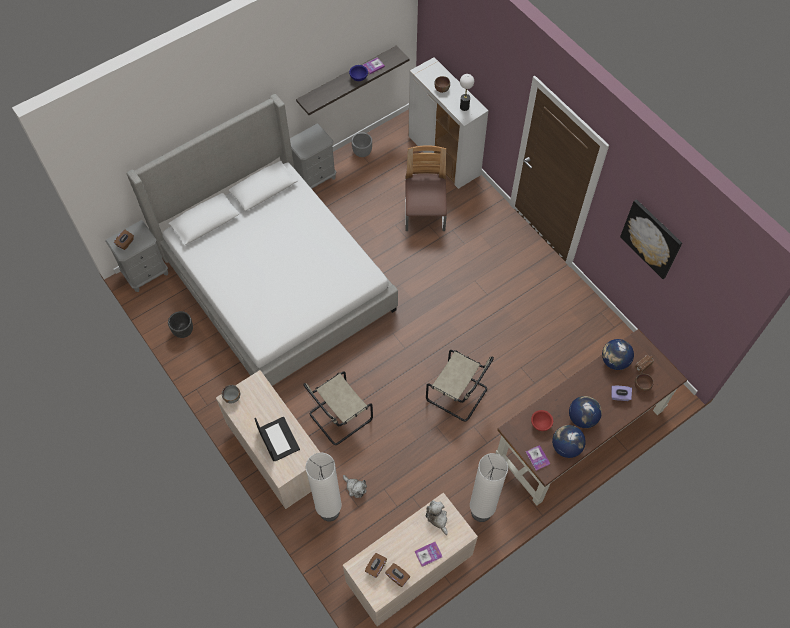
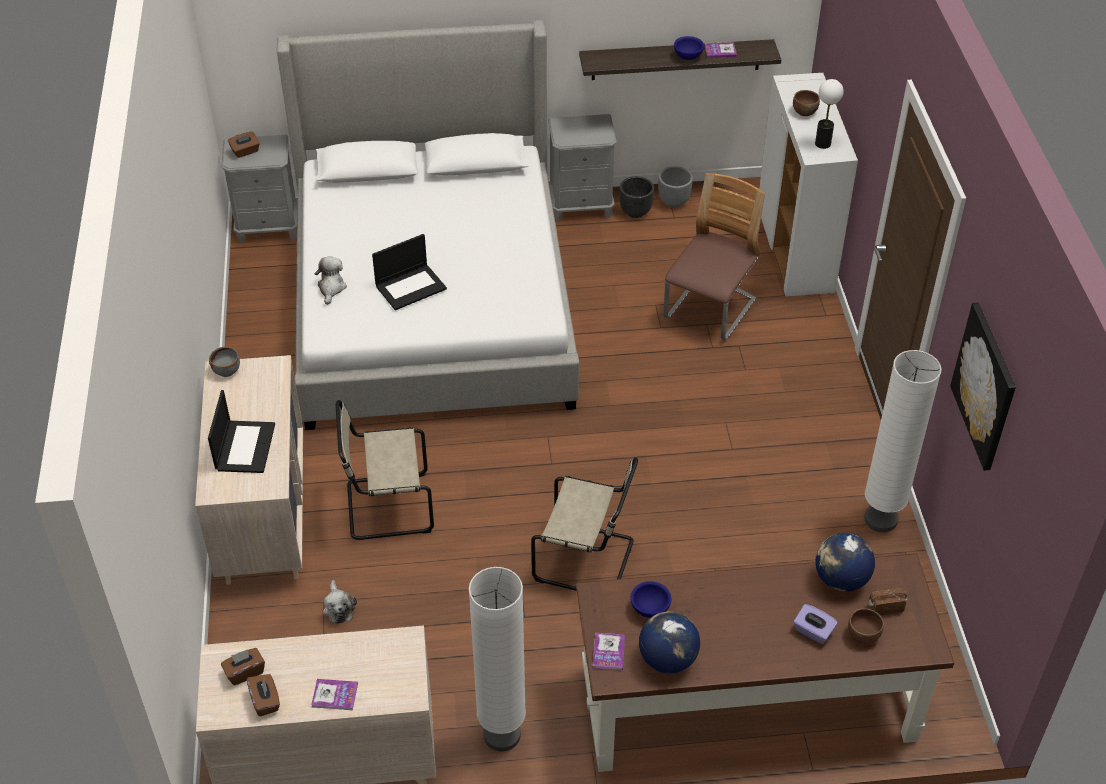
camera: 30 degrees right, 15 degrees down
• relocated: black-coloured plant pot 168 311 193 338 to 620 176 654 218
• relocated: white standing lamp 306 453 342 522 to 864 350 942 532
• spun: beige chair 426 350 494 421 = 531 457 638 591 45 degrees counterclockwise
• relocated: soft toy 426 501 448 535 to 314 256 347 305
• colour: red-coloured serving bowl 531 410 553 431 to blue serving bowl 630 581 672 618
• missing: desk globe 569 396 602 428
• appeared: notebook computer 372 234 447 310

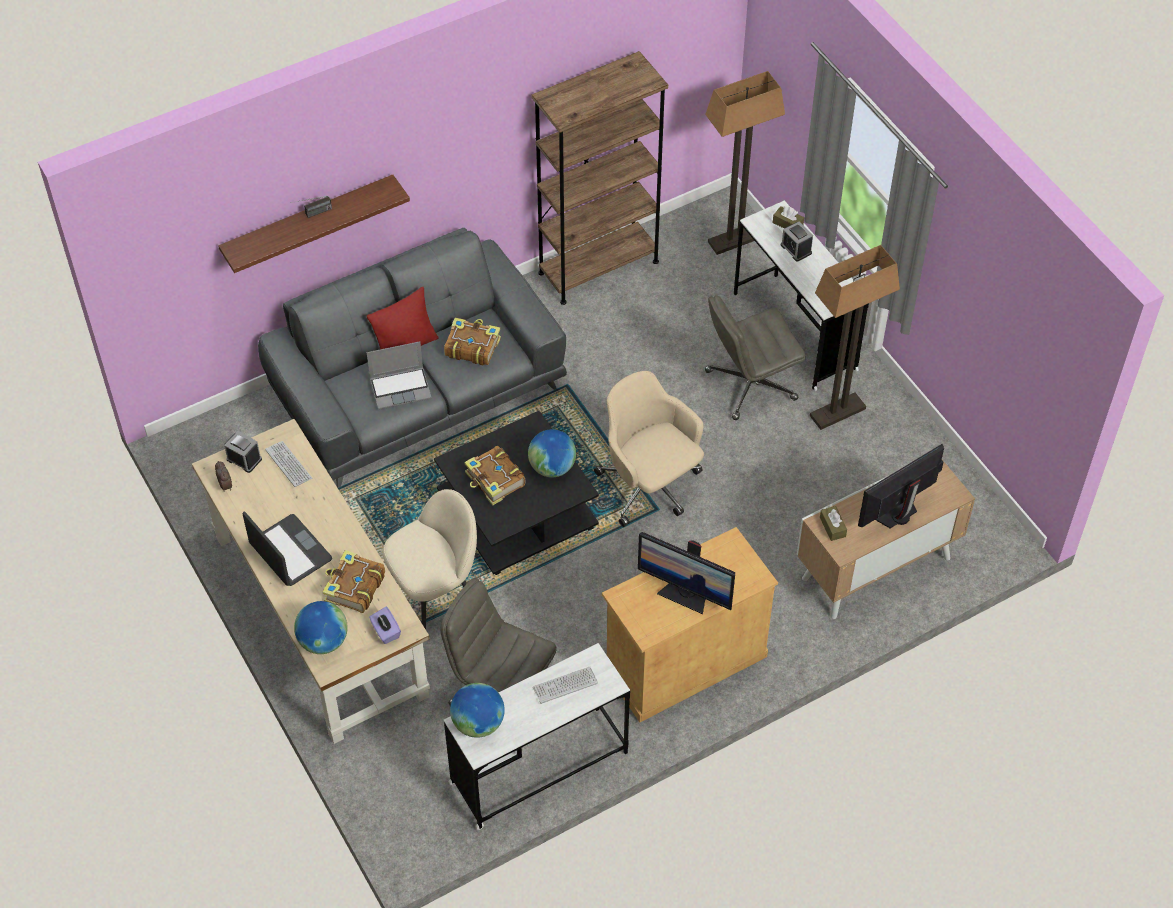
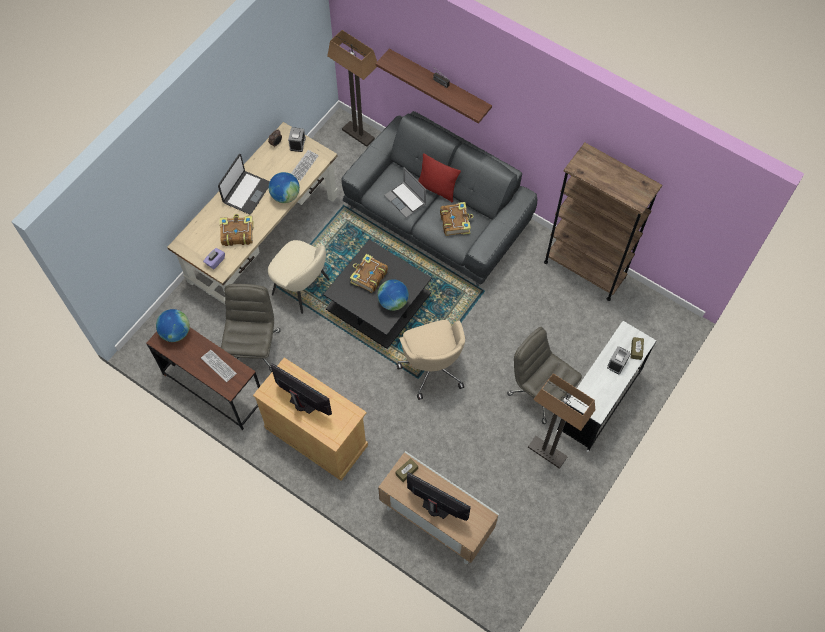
camera: 65 degrees right, 10 degrees up
• relocated: desk globe 294 601 348 654 to 269 172 300 203
• colour: white desk 444 643 630 830 to brown-coloured desk 146 327 260 430
• spun: beige computer chair 594 371 704 527 = 396 320 465 400 135 degrees clockwise
• spun: computer display 638 532 735 614 = 271 363 332 415 120 degrees clockwise
• relocated: standing lamp 705 71 785 255 to 327 30 377 147

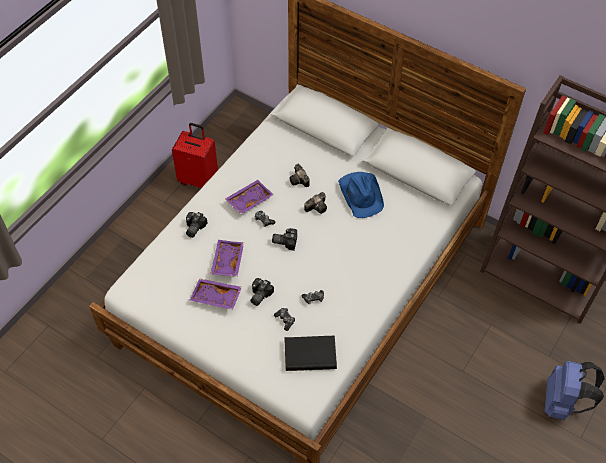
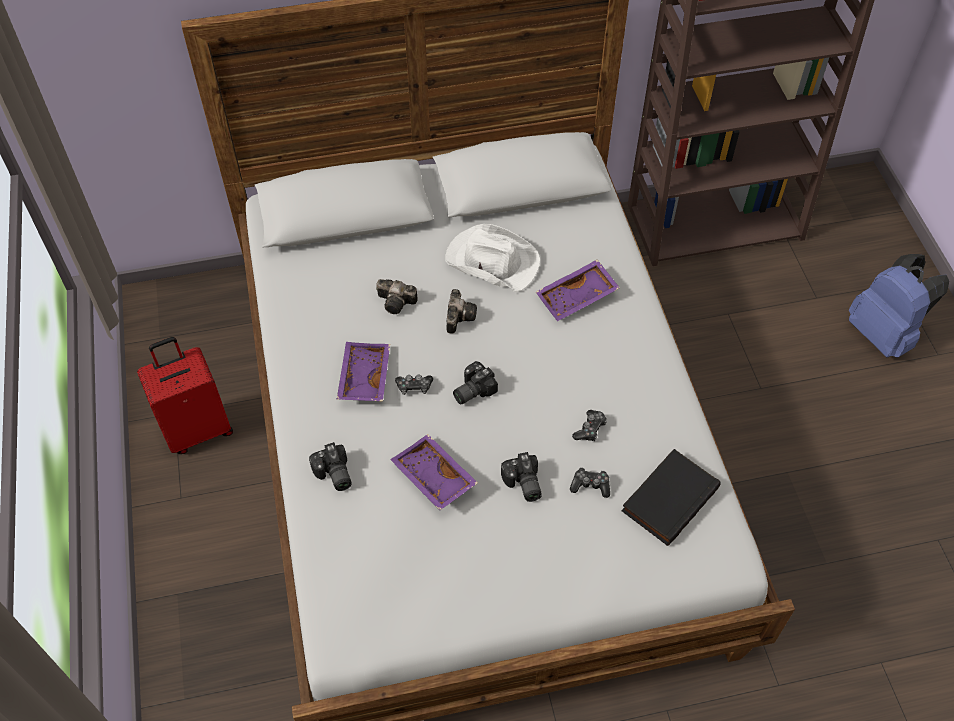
camera: 45 degrees left, 0 degrees up
• relocated: purplish serving tray 190 278 242 309 to 536 260 620 321
• colour: blue hat 338 172 384 218 to white hat 445 224 540 292

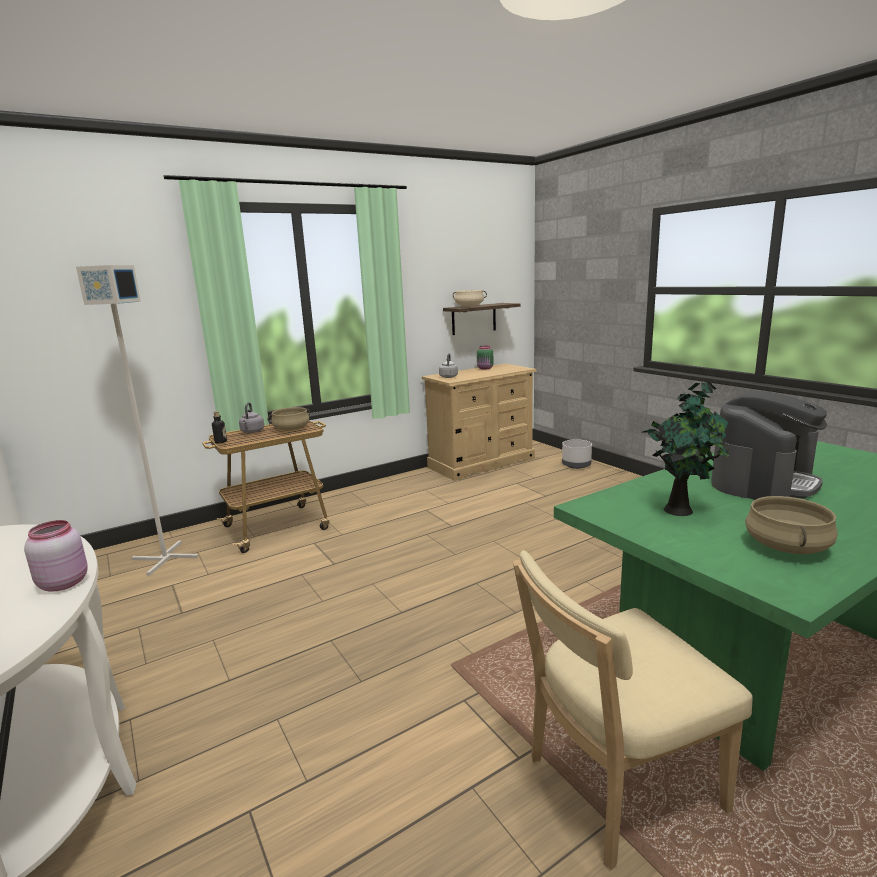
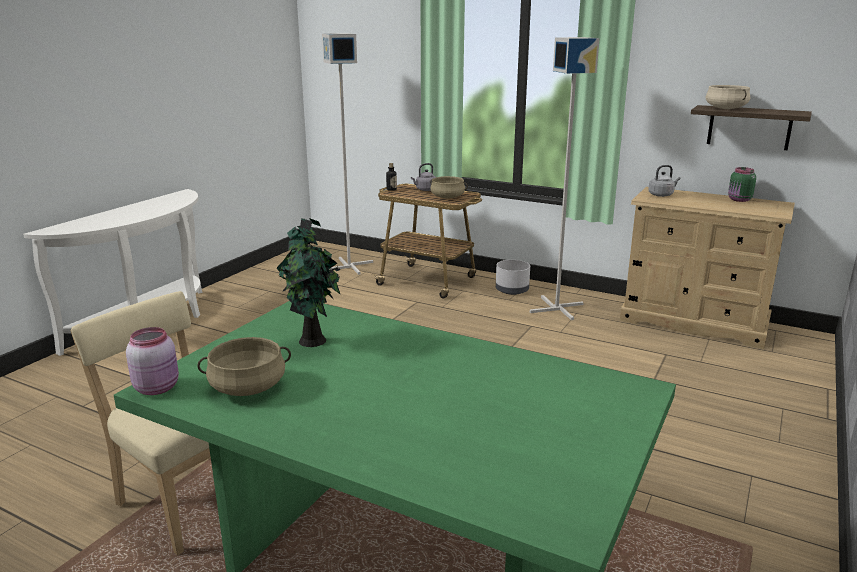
camera: 60 degrees right, 5 degrees up
• relocated: pink-coloured jar 24 520 87 591 to 126 327 179 395
• relocated: gray plant pot 562 439 592 469 to 496 260 530 295
• missing: coffee machine 711 391 827 500
• appeared: gray standing lamp 530 37 600 320

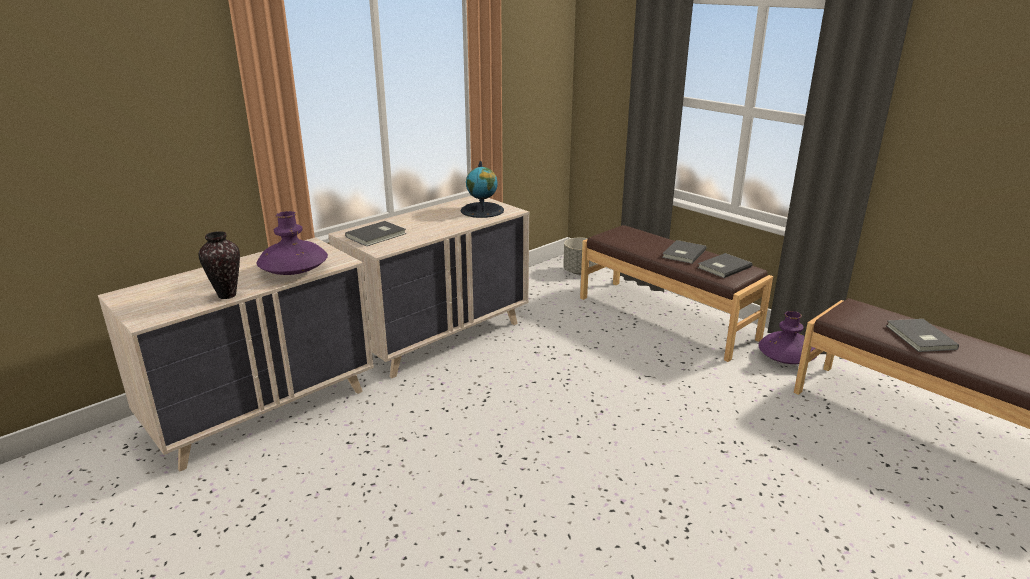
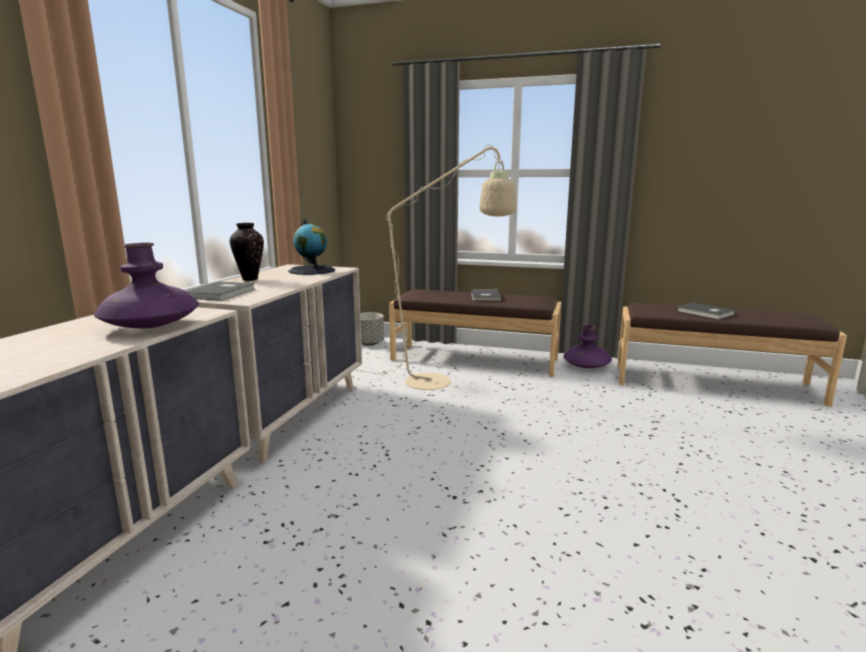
camera: 30 degrees left, 10 degrees down
• relocated: vase 199 231 240 299 to 230 223 264 281
• missing: gray bound book 697 253 752 278
• appeared: beige standing lamp 355 145 517 390

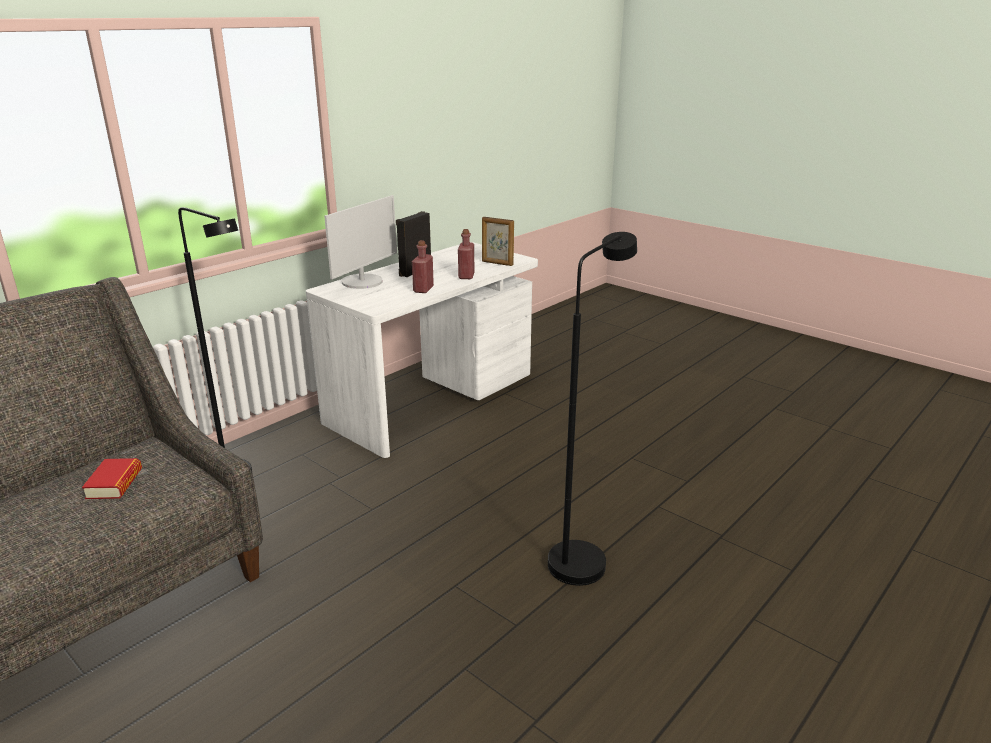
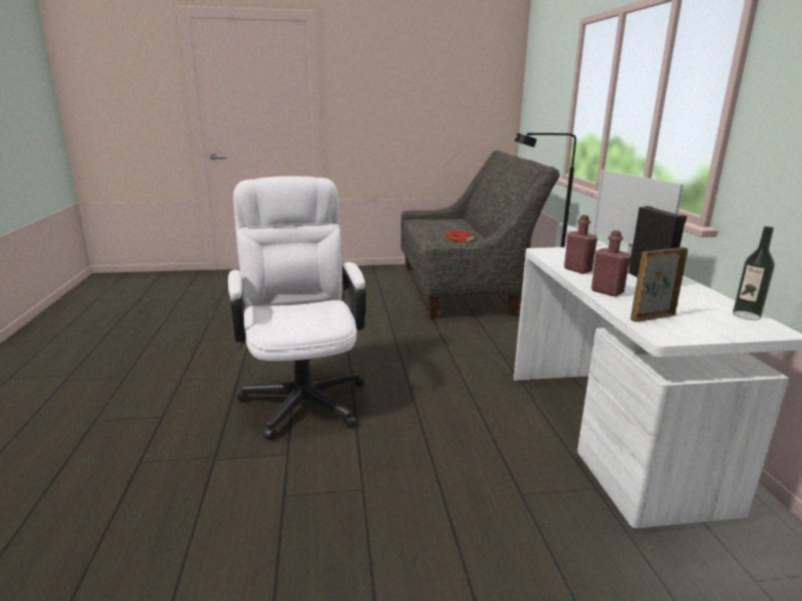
camera: 130 degrees right, 5 degrees down
• exchanged: black-coloured standing lamp 548 232 637 586 to white computer chair 228 176 366 440
• appeared: beverage bottle 733 226 775 320

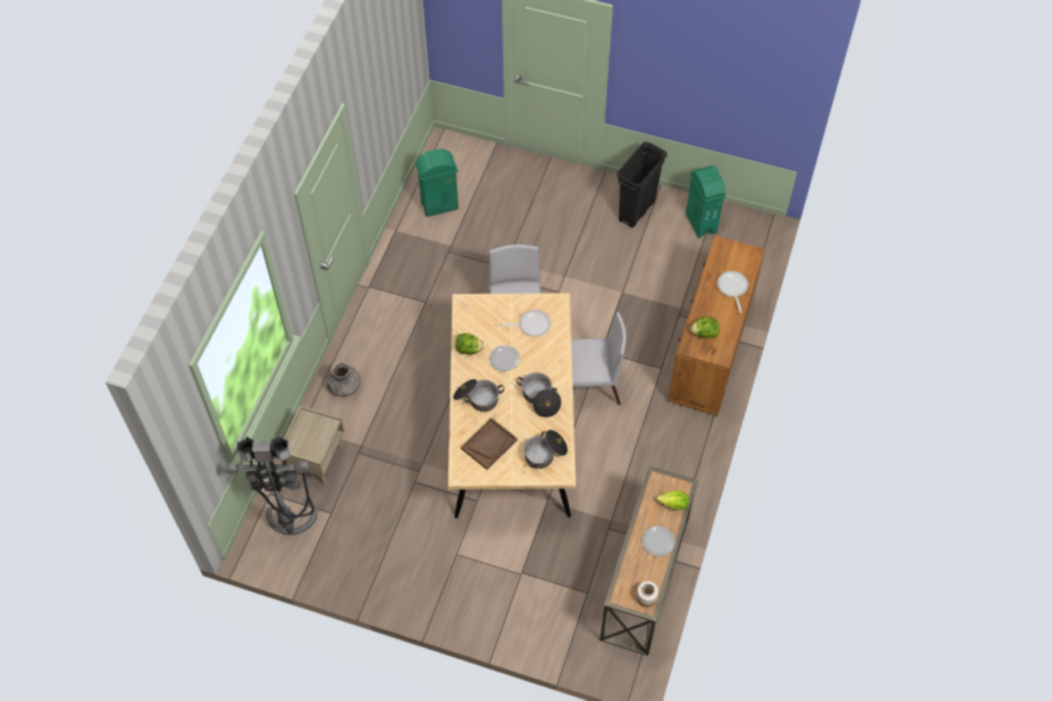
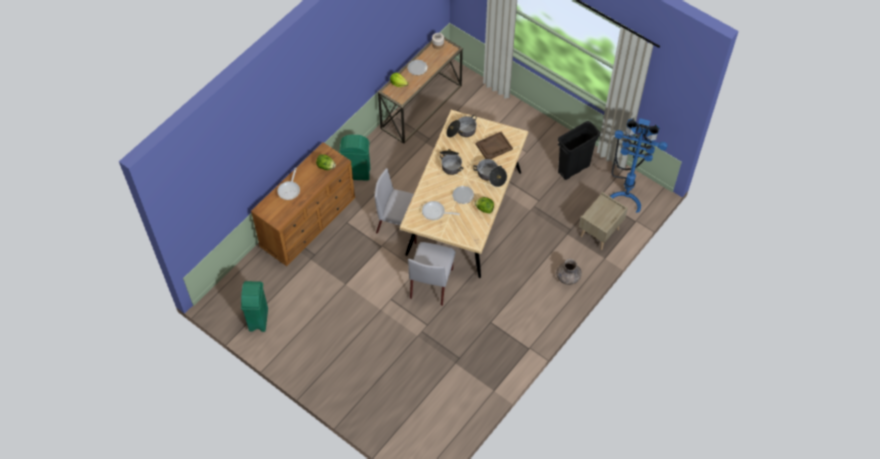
camera: 160 degrees left, 0 degrees up
• colour: gray standing lamp 225 435 318 535 to blue standing lamp 609 118 668 213
• relocated: green-coloured trash can 415 149 458 217 to 340 135 370 181
• relocated: black-coloured trash can 617 142 667 228 to 558 121 600 180

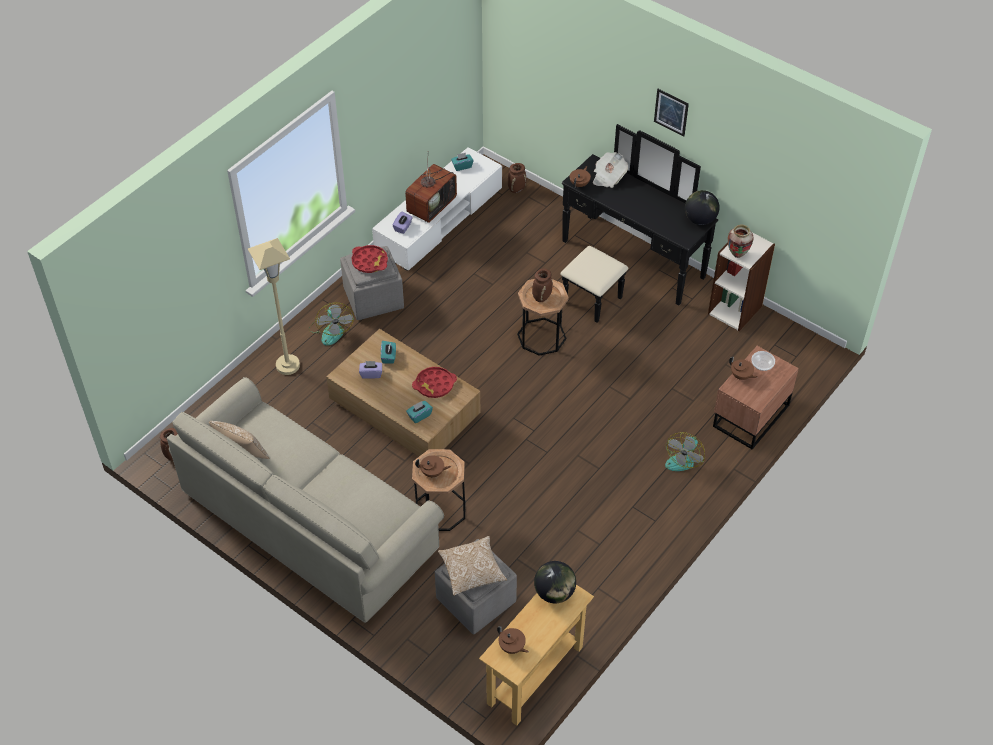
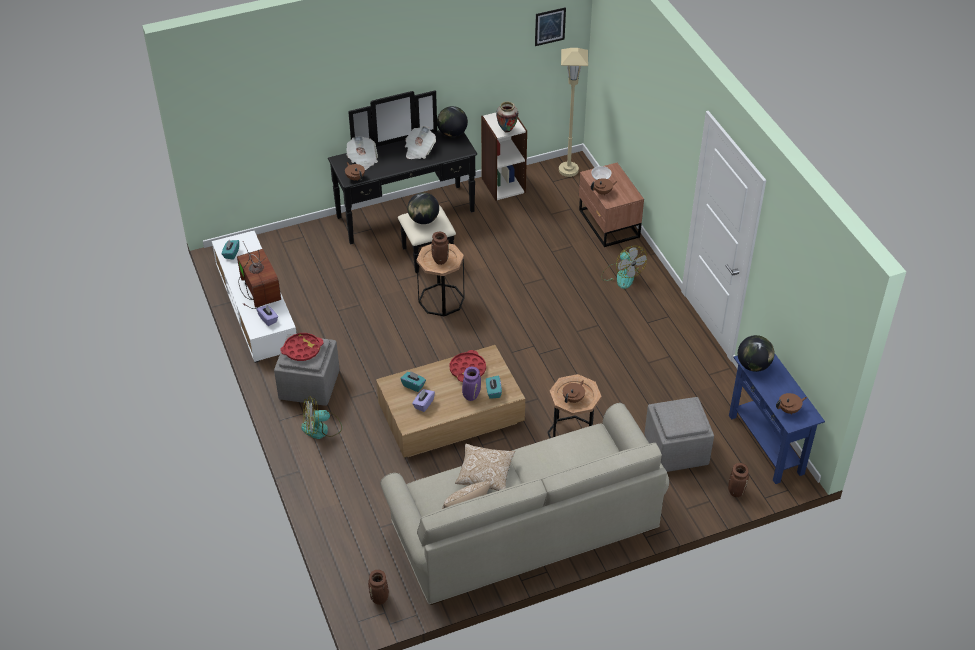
camera: 60 degrees left, 5 degrees down
• relocated: beige standing lamp 248 238 300 375 to 559 48 588 177
• spun: cooling fan 308 302 354 346 = 301 396 342 439 150 degrees clockwise
• relocated: pillow 438 536 507 596 to 455 444 515 491
• colour: beige console table 479 585 594 726 to blue console table 729 354 825 484
• relocated: brown-coloured vase 508 163 526 193 to 728 463 749 497
• relocated: picture 654 89 689 137 to 535 7 566 46
• appeared: printed paper 405 126 436 159
• appeared: desk globe 408 193 439 224
• appeared: purplish vase 462 367 481 401

